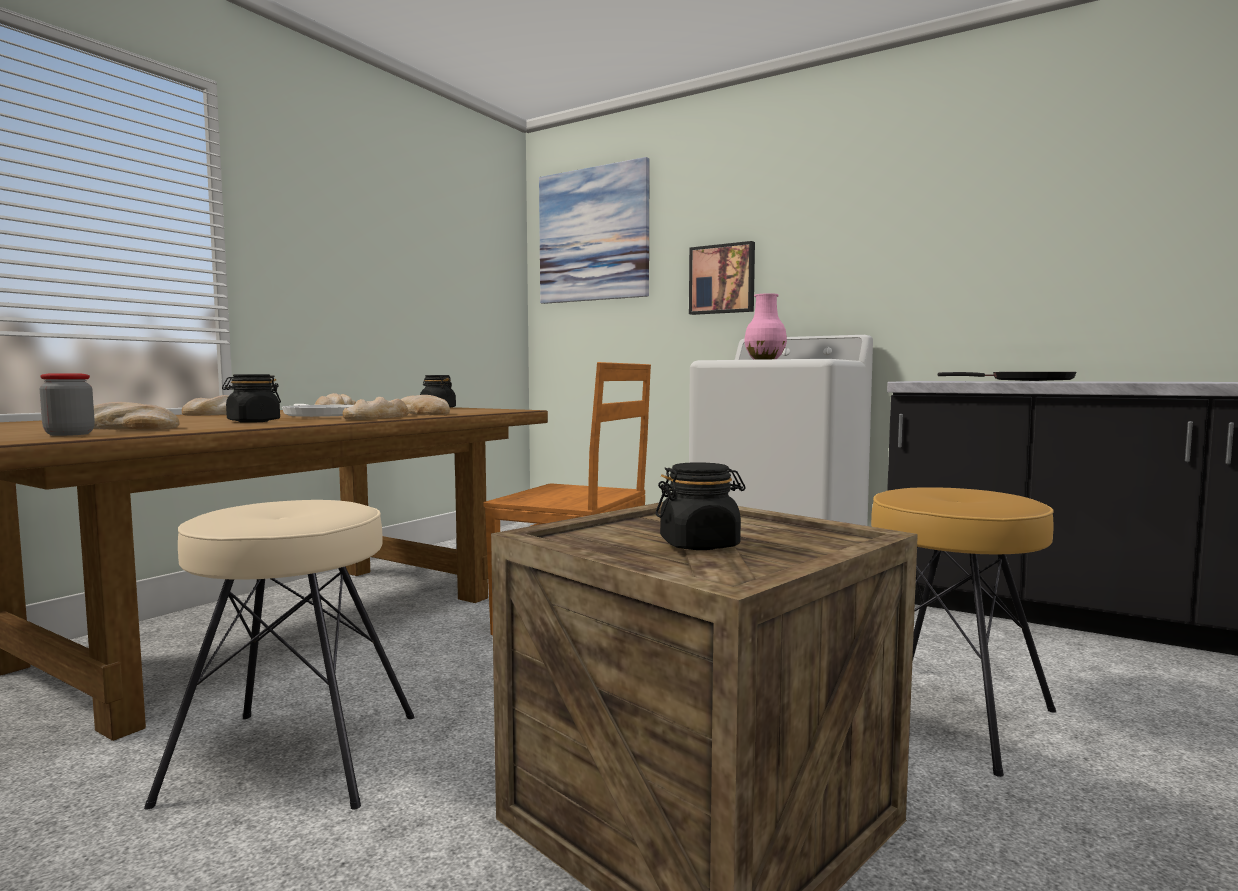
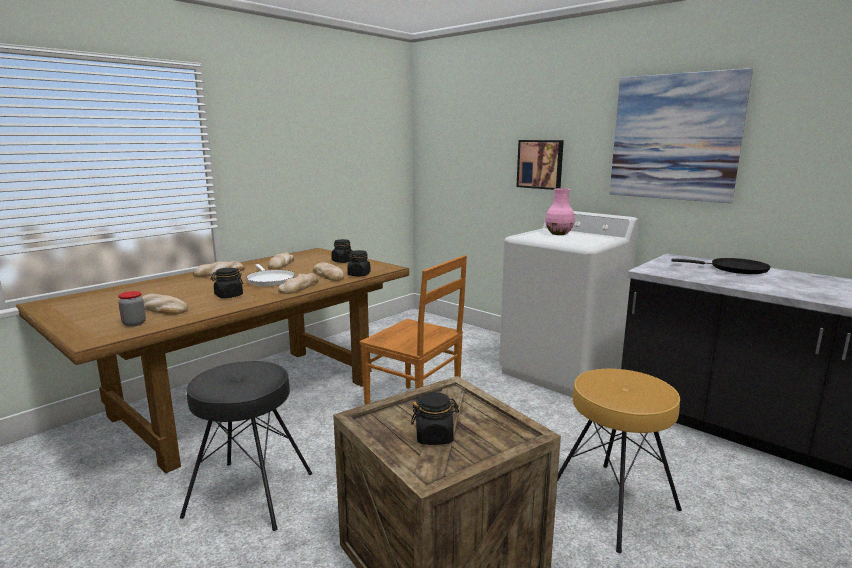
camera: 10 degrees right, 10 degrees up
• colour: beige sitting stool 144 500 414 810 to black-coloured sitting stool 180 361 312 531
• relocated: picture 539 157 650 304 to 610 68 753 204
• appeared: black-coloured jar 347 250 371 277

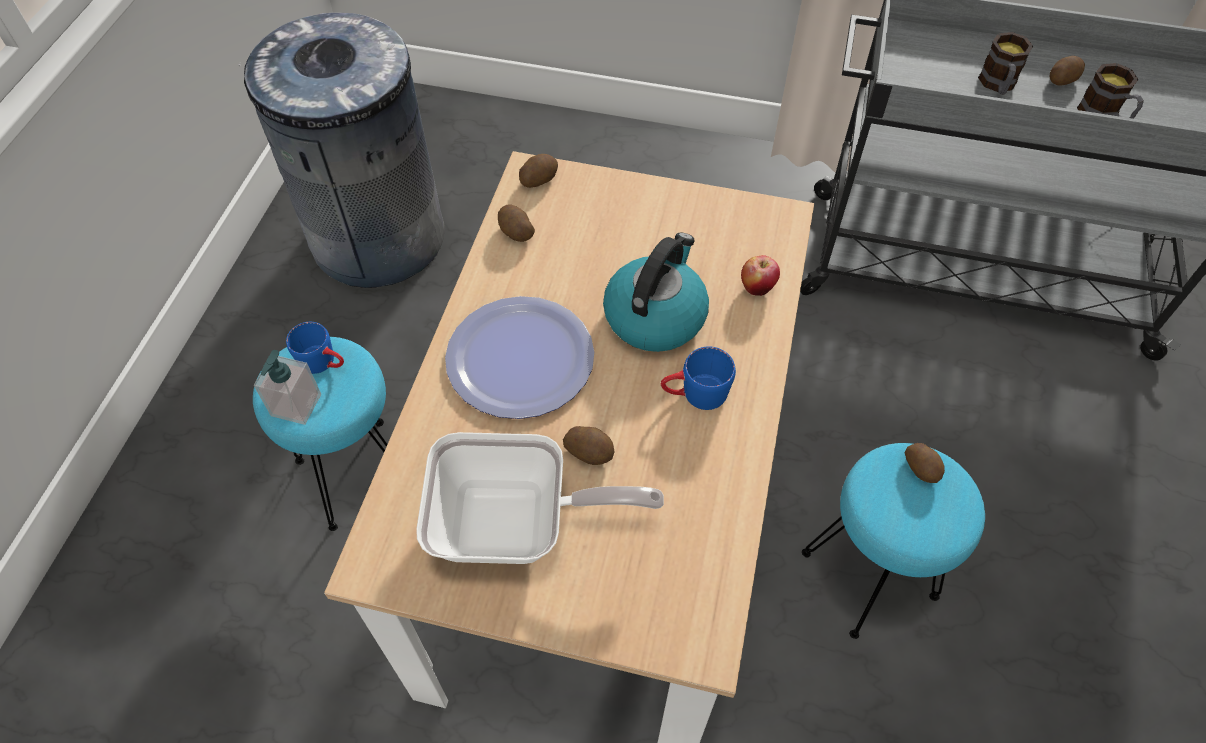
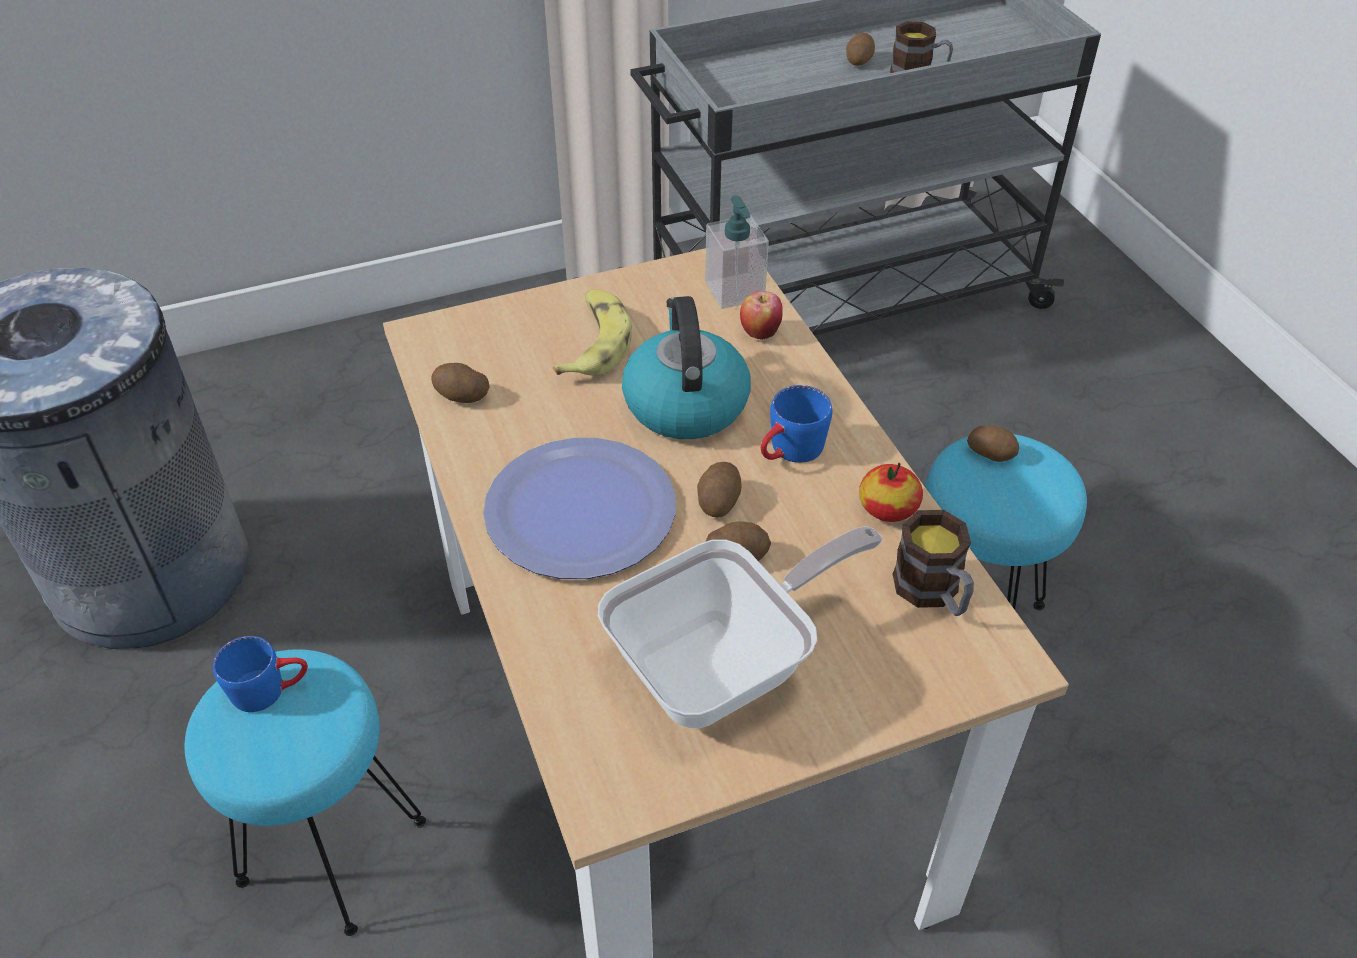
camera: 35 degrees left, 10 degrees down
• relocated: soap dispenser 254 350 321 425 to 705 195 769 309
• relocated: whole potato 519 154 558 188 to 697 462 741 517
• relocated: tea mug 978 32 1033 95 to 893 510 974 616
• appeared: whole banana 553 289 631 376
• appeared: apple 859 463 923 522

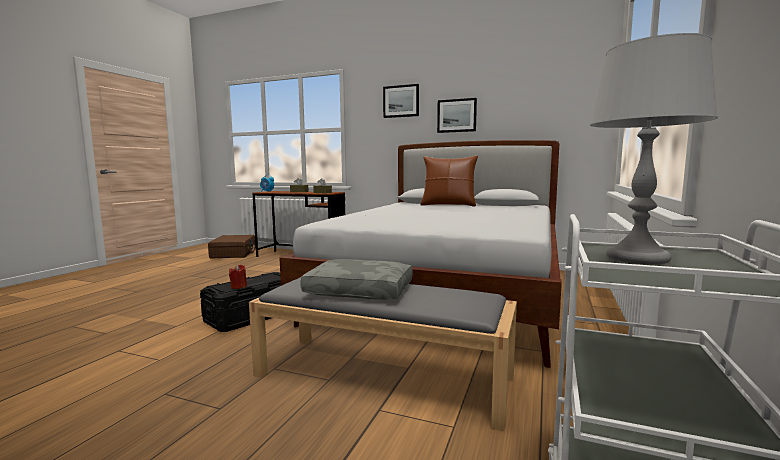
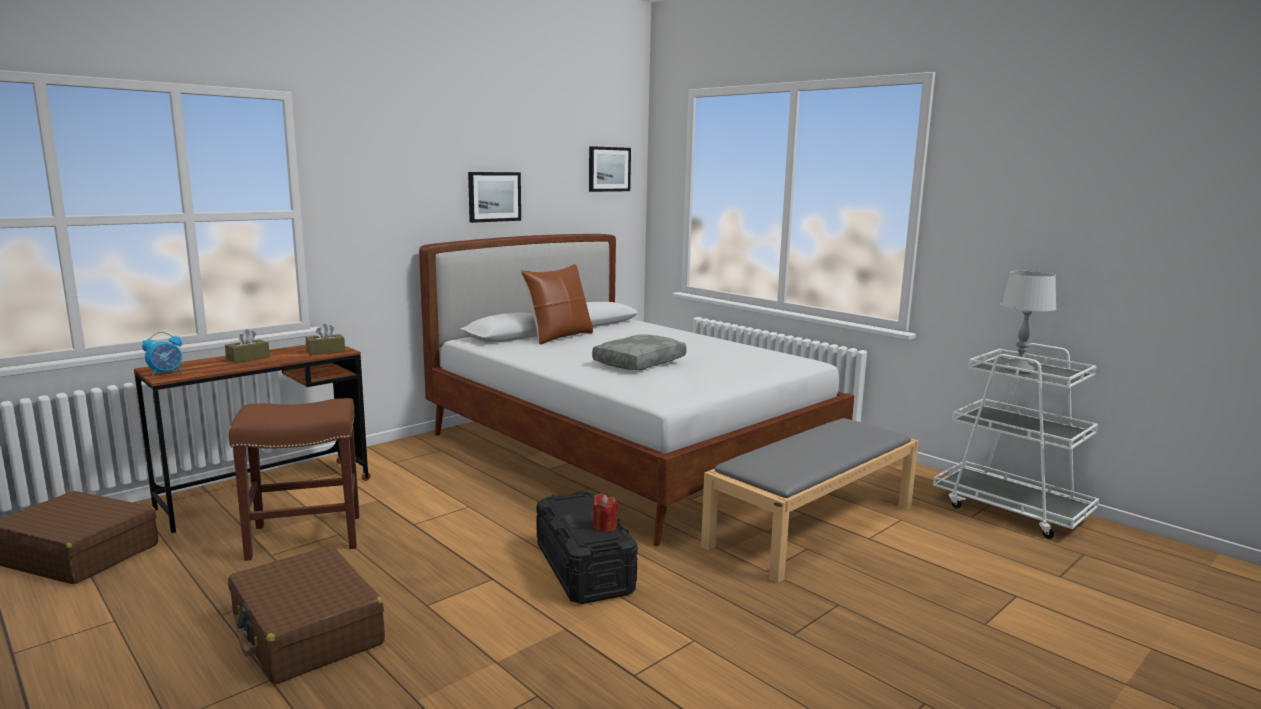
camera: 65 degrees left, 5 degrees up
• relocated: gray pillow 300 259 413 300 to 592 334 687 370
• relocated: picture 383 84 419 118 to 589 146 631 192
• appeared: brown-coloured suitcase 228 545 385 684
• appeared: brown-coloured sitting stool 229 398 360 561

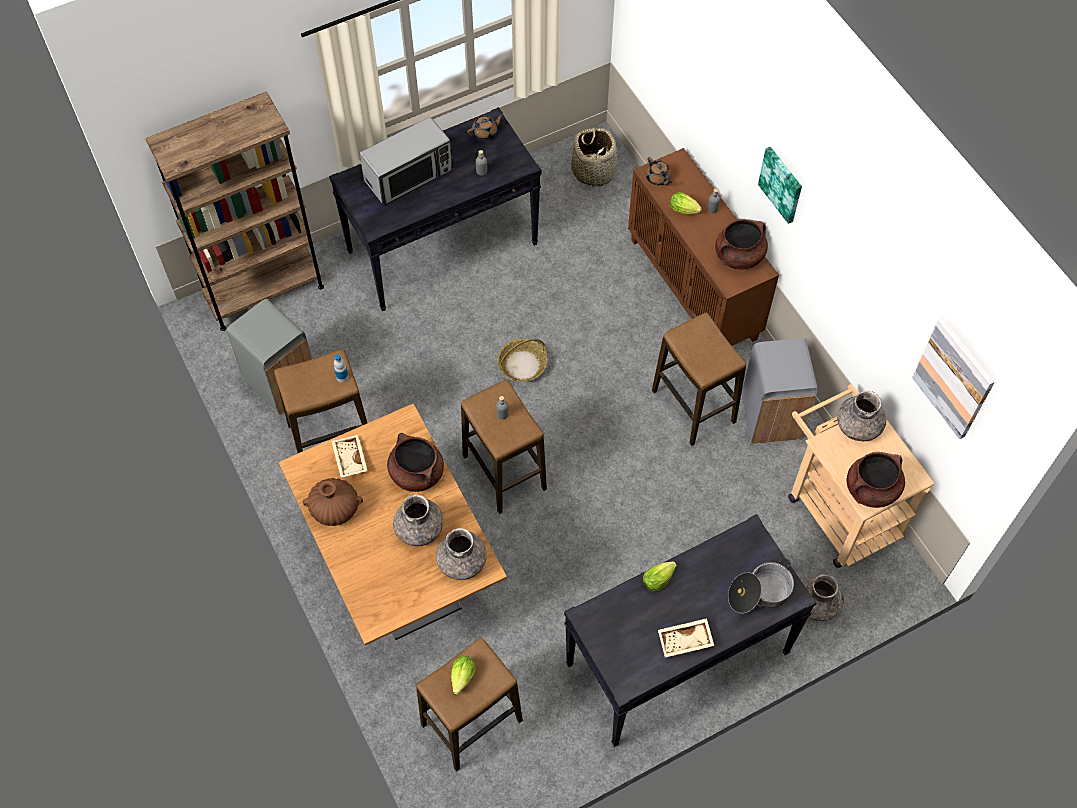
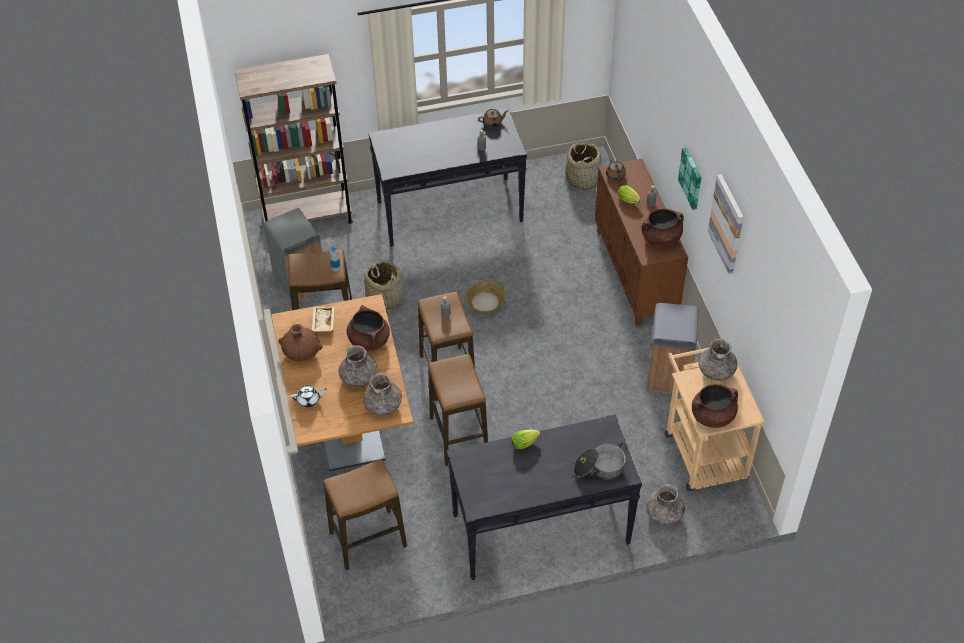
camera: 15 degrees right, 10 degrees down
• missing: microwave oven 359 117 453 205
• missing: lettuce head 451 656 476 695
• relocated: sitting stool 652 312 746 446 to 428 354 488 466
• missing: beige serving tray 658 618 714 657
• relocated: picture 912 318 995 439 to 708 174 744 274
• appeared: white tea pot 290 385 326 407
• appeared: storage basket 364 260 404 310

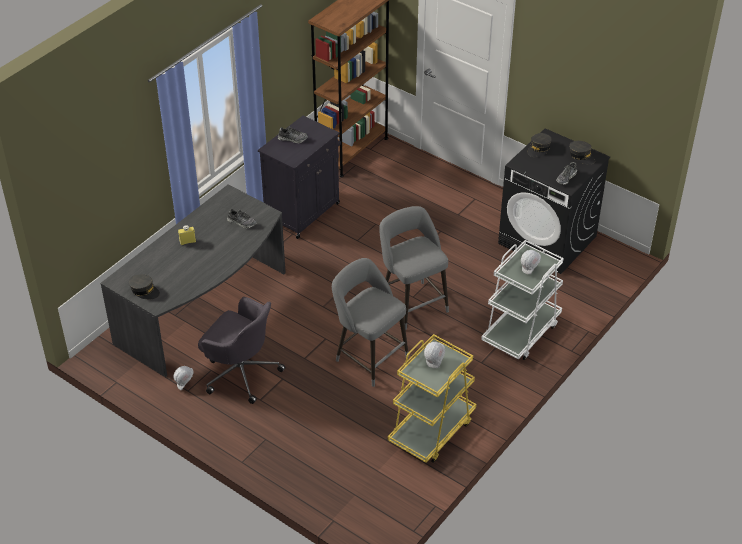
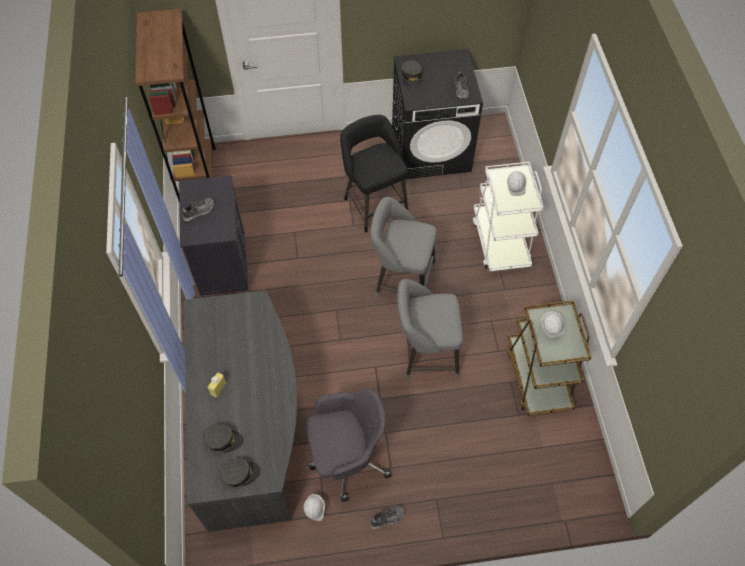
camera: 45 degrees left, 15 degrees up
• relocated: shoe 227 209 257 228 to 370 506 405 529
• colour: yellow cart 388 334 476 463 to brown-coloured cart 507 300 592 416
• relocated: gray cap 569 141 596 164 to 203 424 244 453
• appeared: black-coloured sitting stool 340 115 408 232

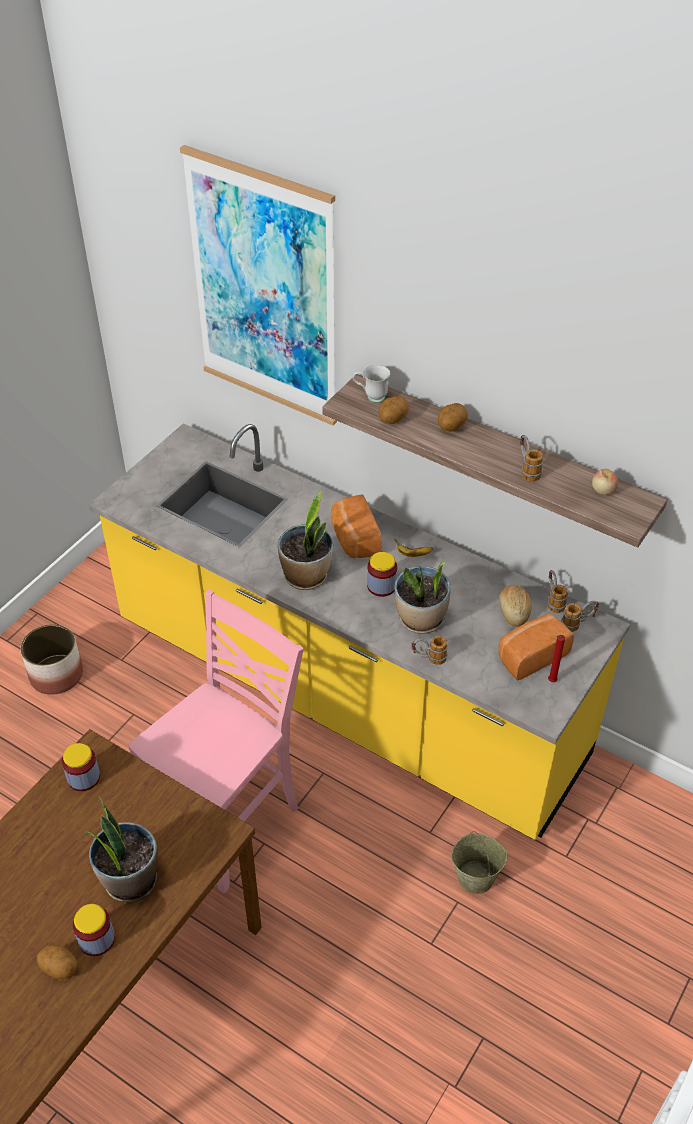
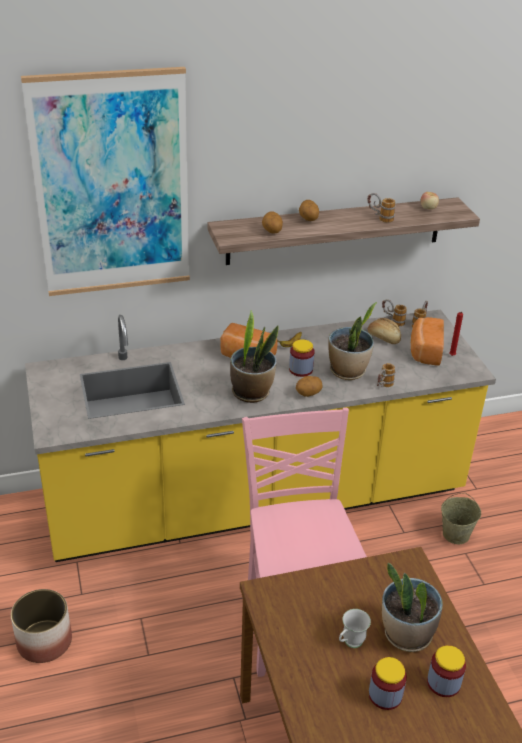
camera: 50 degrees left, 10 degrees down
• relocated: whole potato 37 945 78 979 to 296 376 323 397
• relocated: jar 62 743 100 791 to 369 657 407 710
• relocated: white tea mug 353 365 390 403 to 339 609 371 648

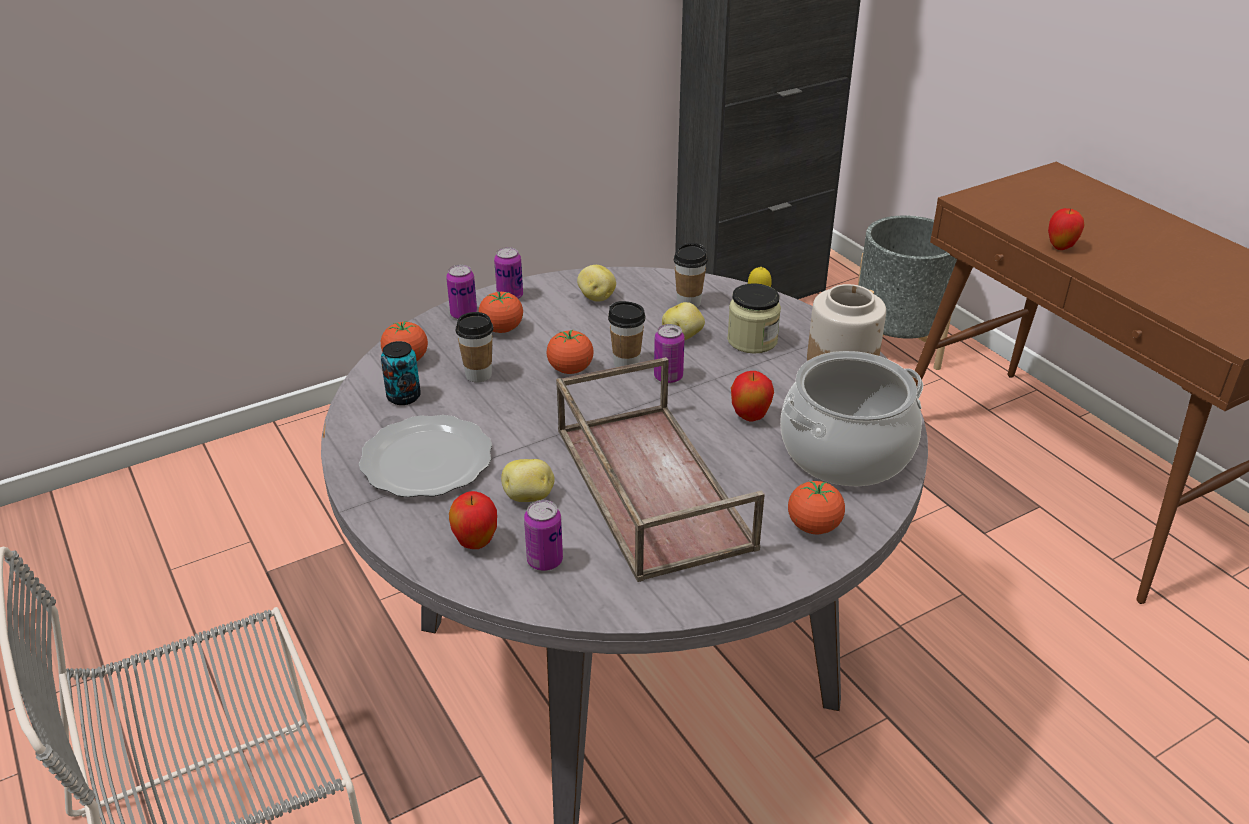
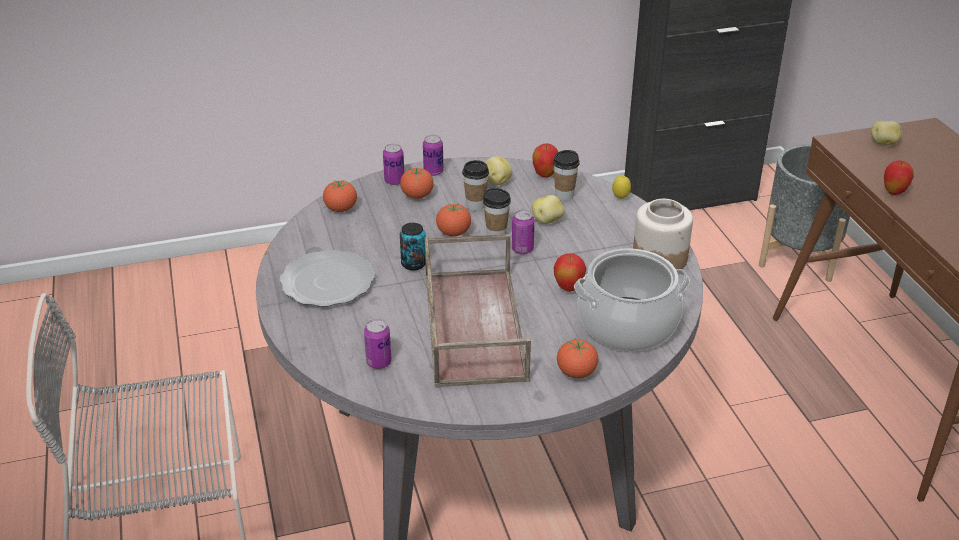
camera: 15 degrees right, 0 degrees up
• relocated: can 381 341 421 405 to 400 223 426 270
• relocated: apple 449 491 497 549 to 533 143 558 178
• relocated: cup 456 312 493 382 to 462 160 489 211
• relocated: whole potato 501 459 555 502 to 871 121 902 145
• missing: jar 727 283 781 354

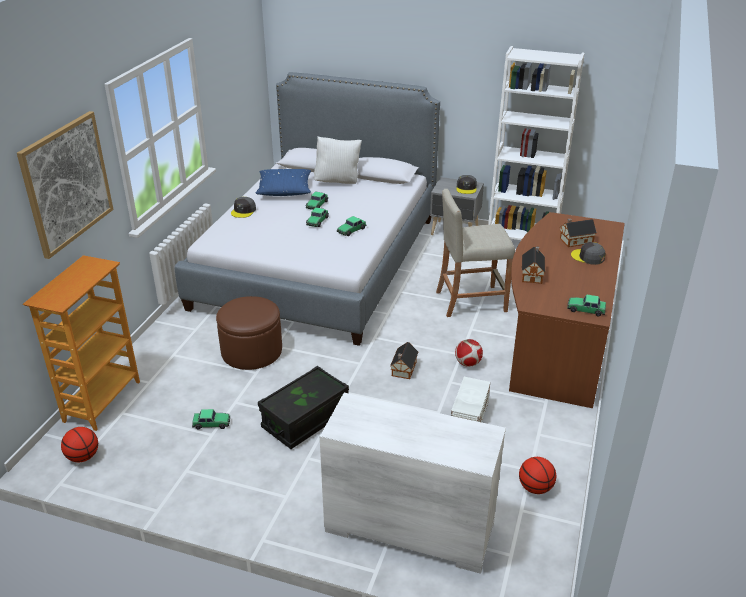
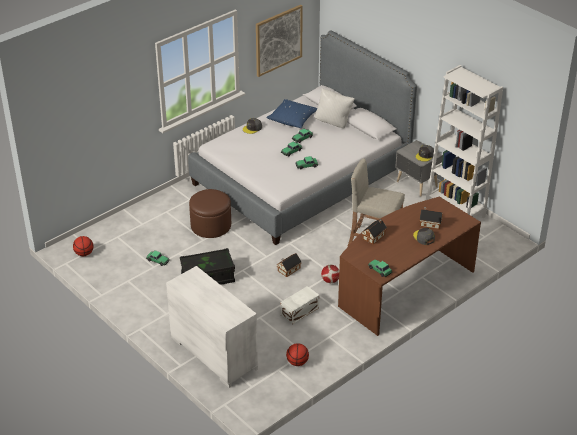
camera: 30 degrees right, 5 degrees up
• relocated: picture 17 111 113 259 to 256 5 303 77
• missing: bookshelf 23 255 140 431

